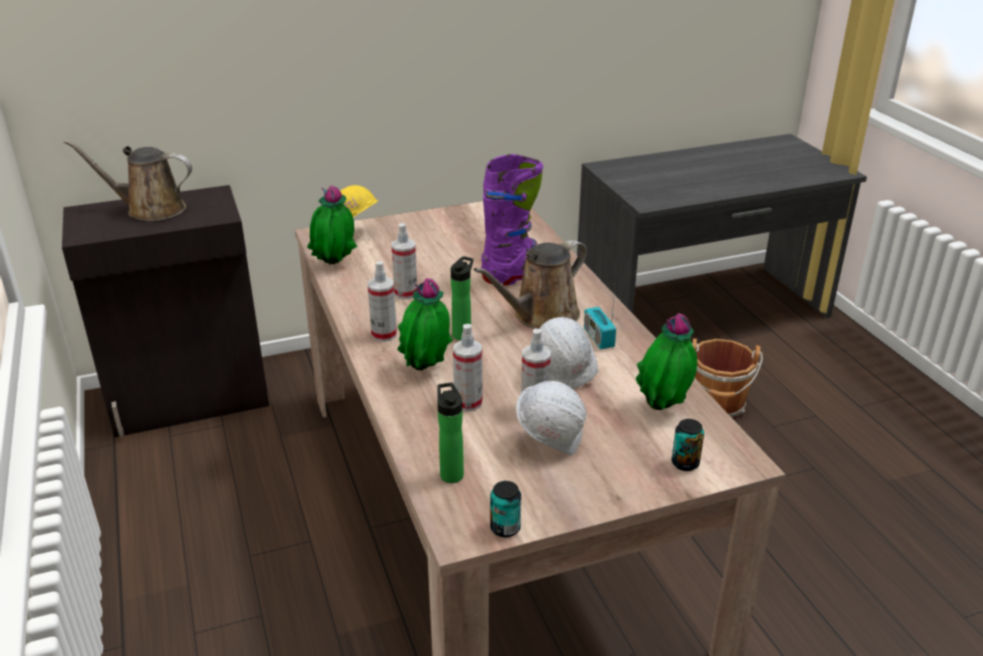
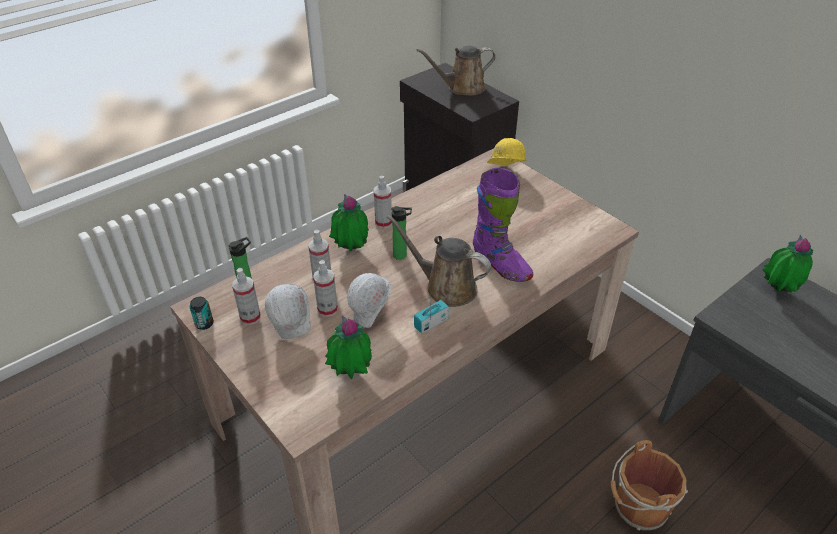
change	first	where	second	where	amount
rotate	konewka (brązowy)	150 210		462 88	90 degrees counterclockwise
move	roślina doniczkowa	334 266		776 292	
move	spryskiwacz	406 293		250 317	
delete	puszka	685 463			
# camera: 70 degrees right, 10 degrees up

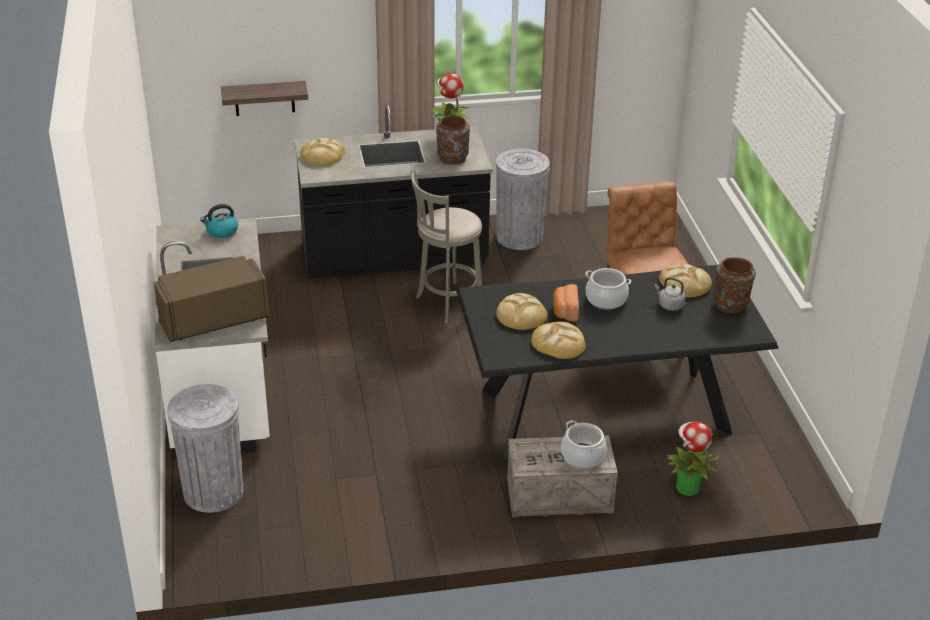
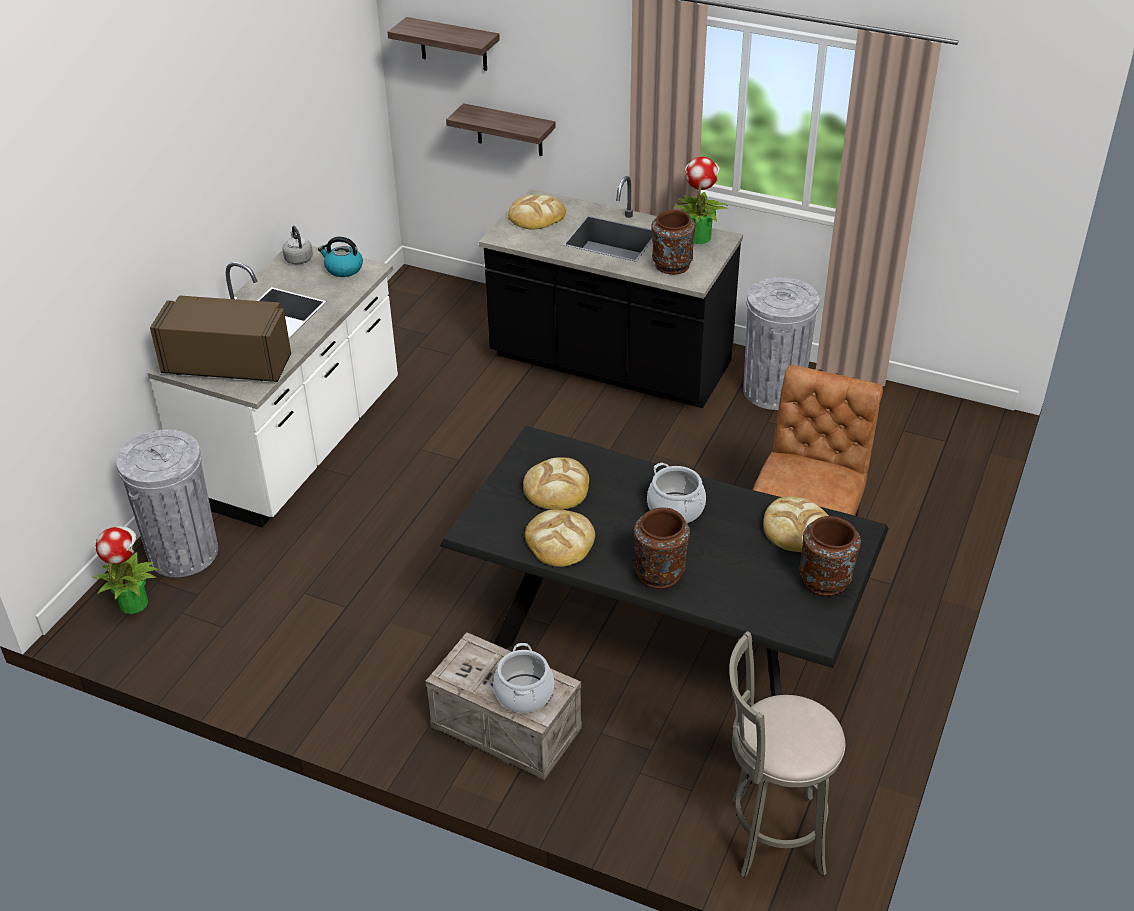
change	first	where	second	where	amount
move	stołek (szary)	447 304		770 835	
delete	chleb	565 311			
move	czajnik (szary)	669 305		298 258	
move	roślina doniczkowa	687 487		133 602	
insert			półka	453 44	
insert			wazon (brązowy)	660 573	
# camera: 35 degrees right, 5 degrees up

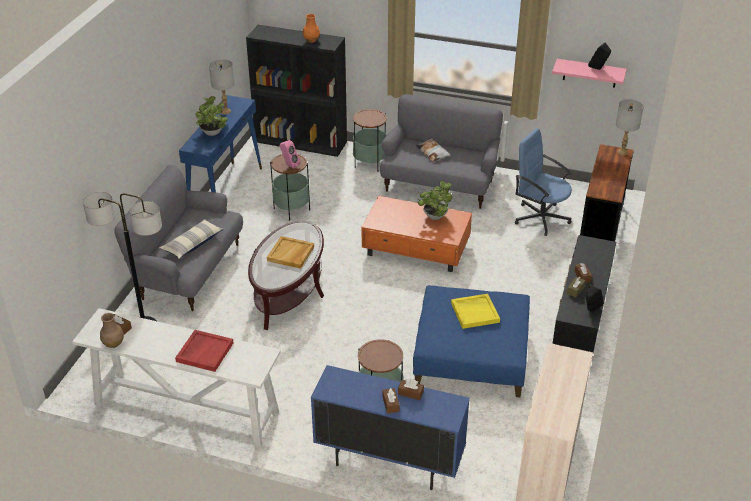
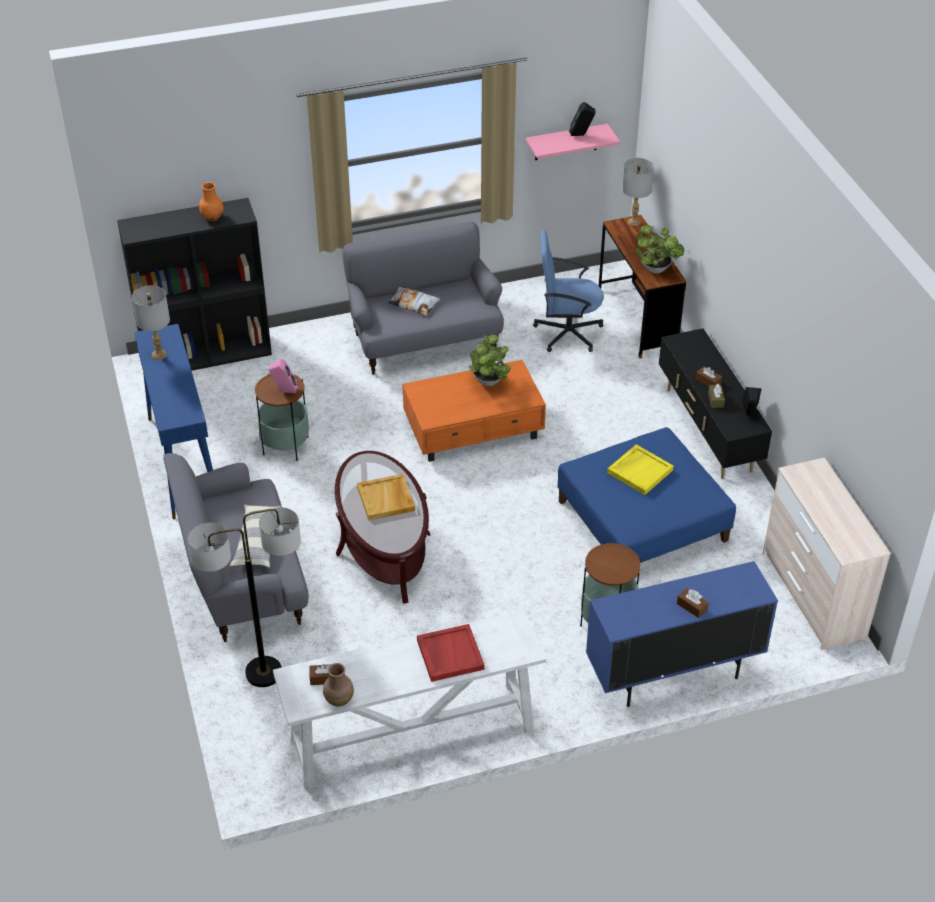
change	first	where	second	where	amount
move	roślina doniczkowa	212 133		657 270	
delete	stolik	370 163			
delete	pudełko chusteczek (brązowy)	410 393			
# camera: 35 degrees left, 5 degrees up

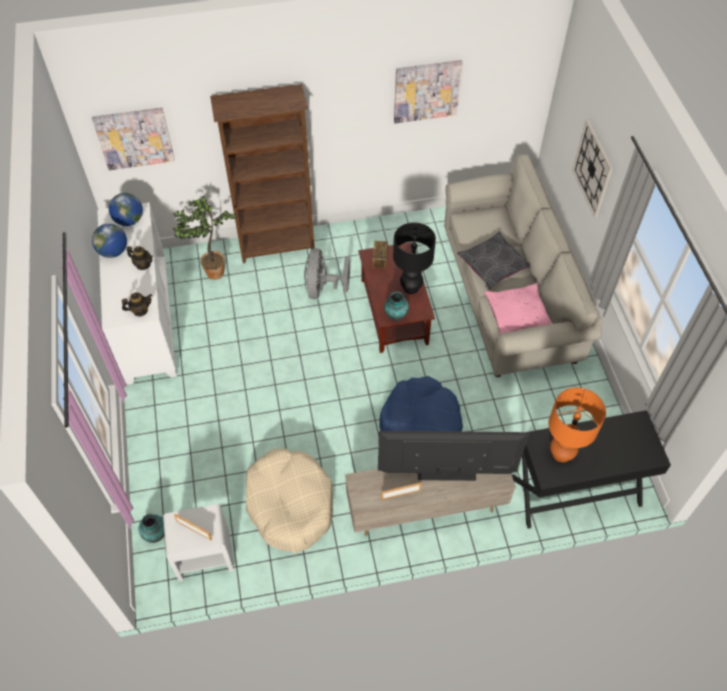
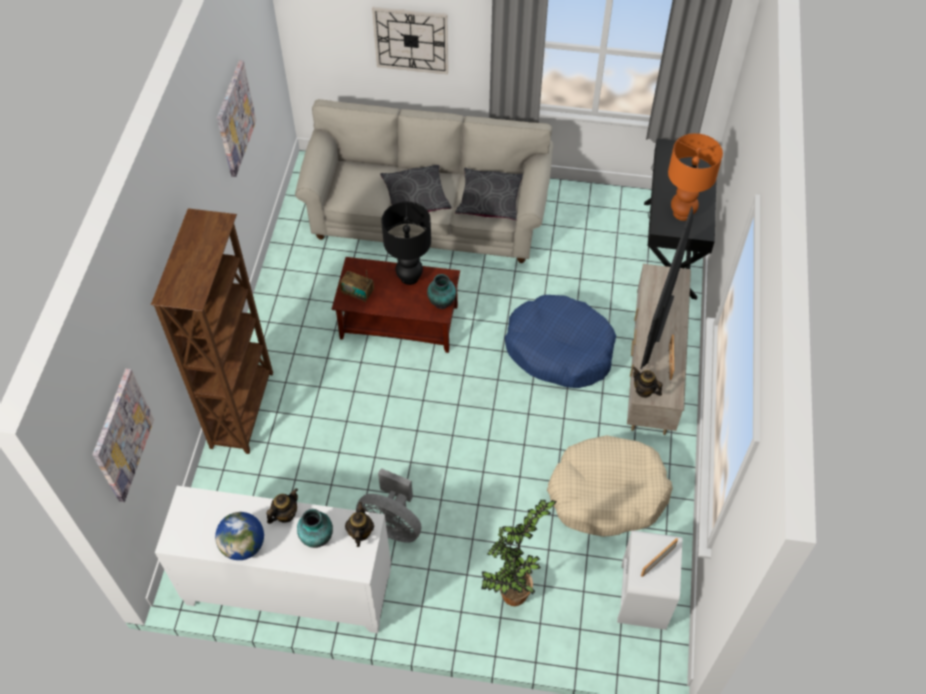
change	first	where	second	where	amount
delete	globus	129 220			
move	wazon	156 534		316 537	
move	roślina doniczkowa	212 273		513 598	
move	wentylator (szary)	322 288		392 524	
recolor	poduszka (różowy)	517 314	poduszka (szary)	490 200	
insert			imbryk	644 390	
# camera: 70 degrees left, 0 degrees up

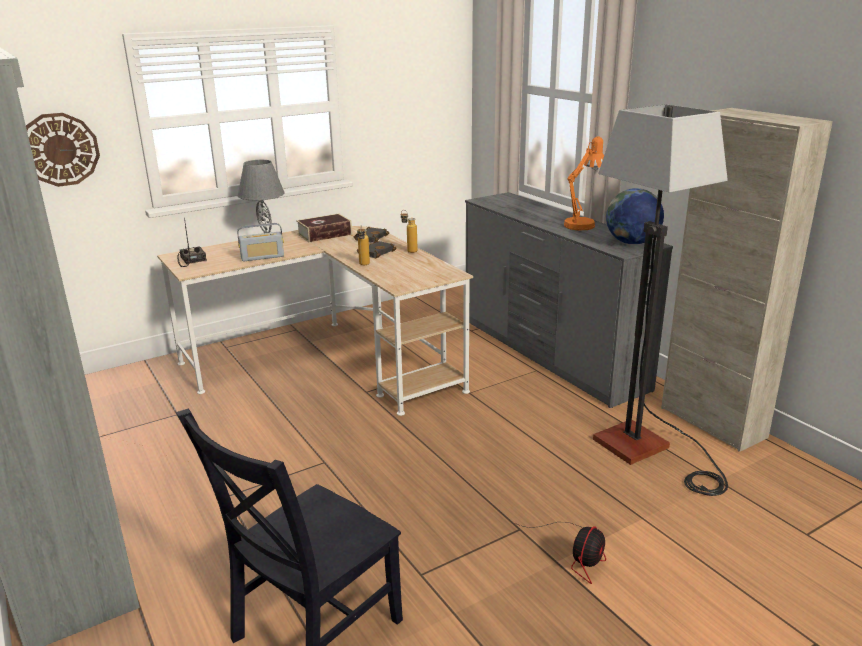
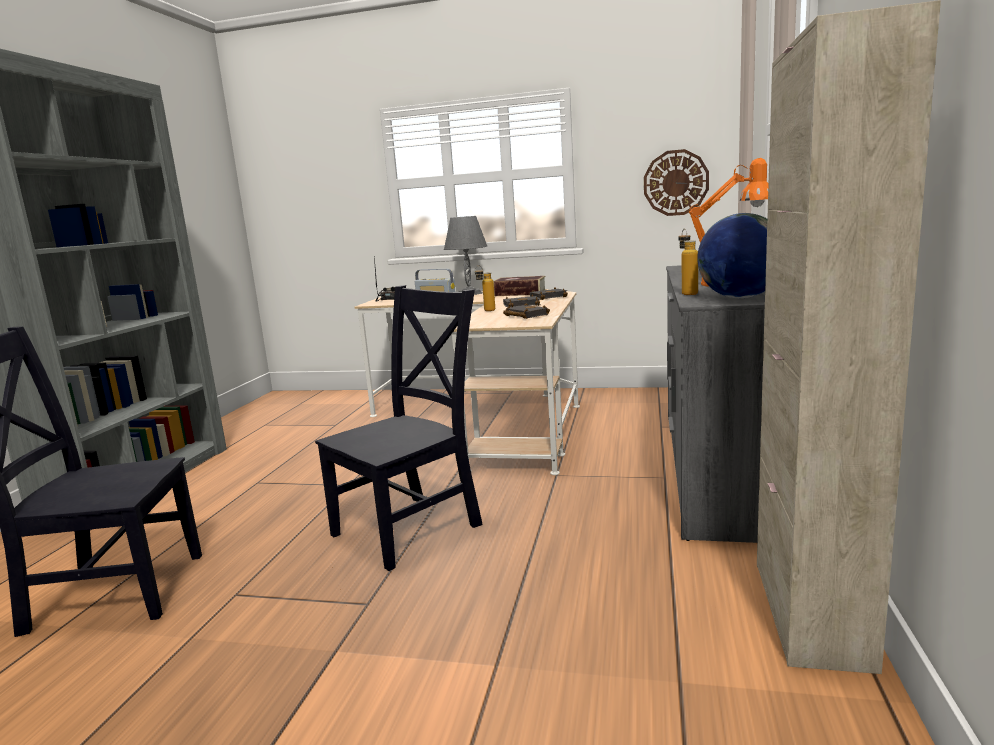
change	first	where	second	where	amount
move	zegar ścienny	59 149		675 183	
move	butelka	409 250		687 293	
delete	wentylator	578 554			
delete	lampa stojąca	649 451			
insert			krzesło (czarny)	412 527	
insert			książka (czarny)	524 315	
# camera: 45 degrees right, 10 degrees down

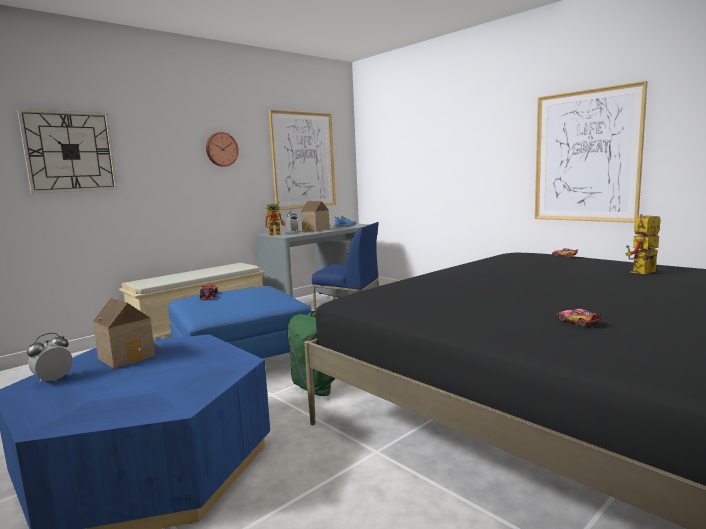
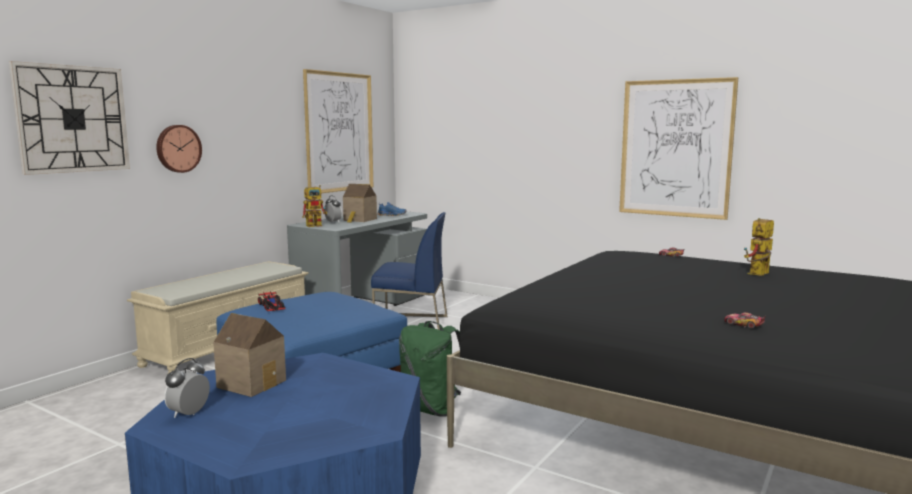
change	first	where	second	where	amount
move	zegar ścienny	221 149		178 148	
# camera: 15 degrees left, 0 degrees up

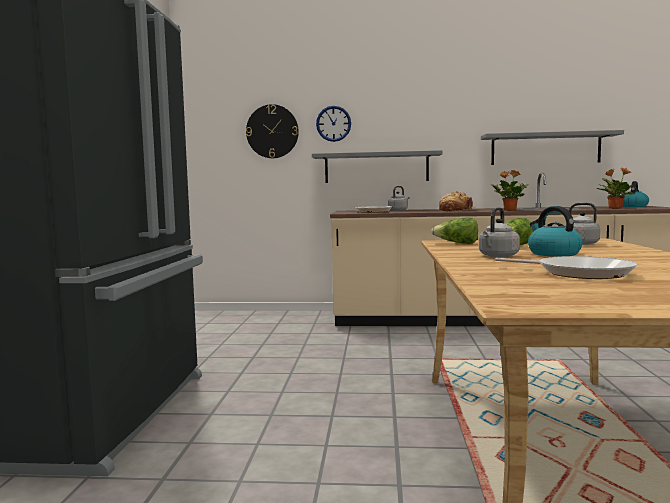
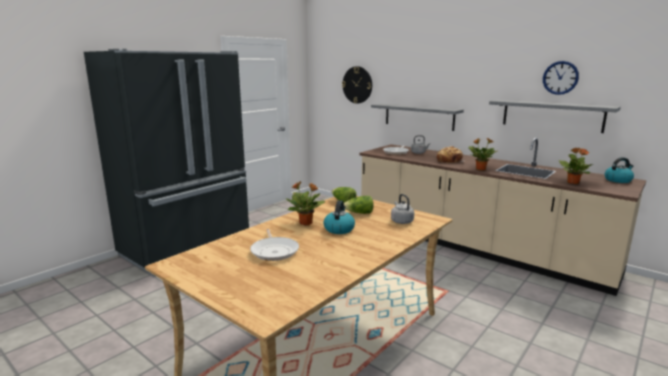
change	first	where	second	where	amount
move	zegar ścienny	333 123		560 77	
replace	czajnik (szary)	497 256	roślina doniczkowa	306 223	
# camera: 35 degrees right, 10 degrees up

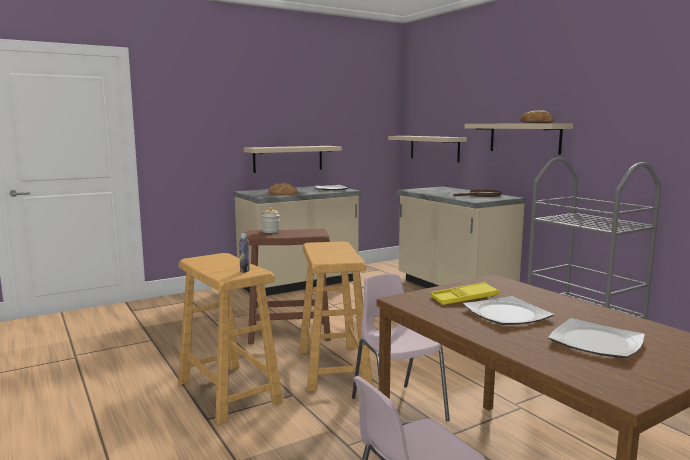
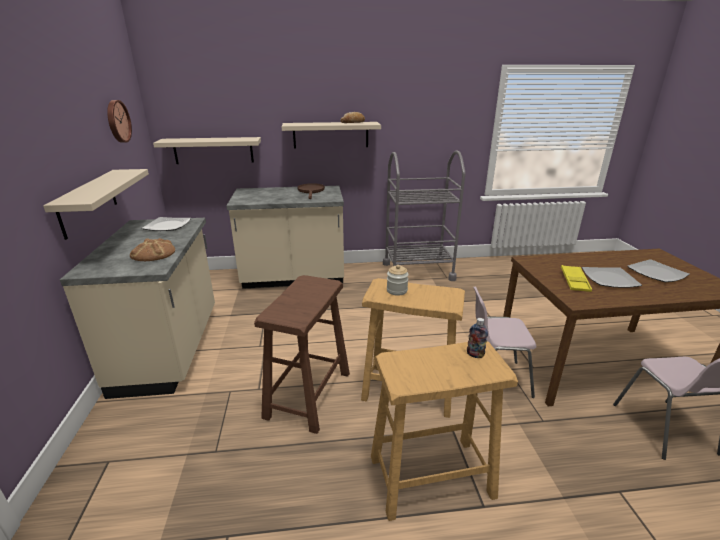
change	first	where	second	where	amount
move	słoik	271 231		397 290	
insert			zegar ścienny	117 121	
# camera: 65 degrees left, 15 degrees up

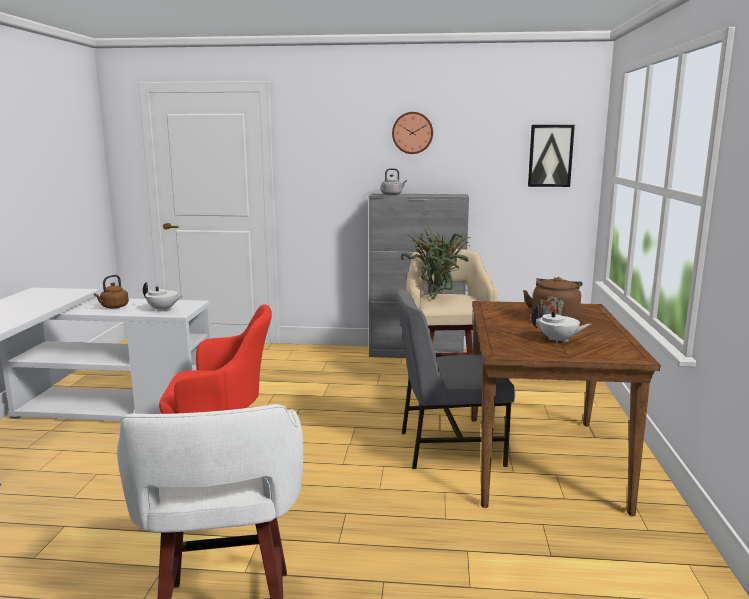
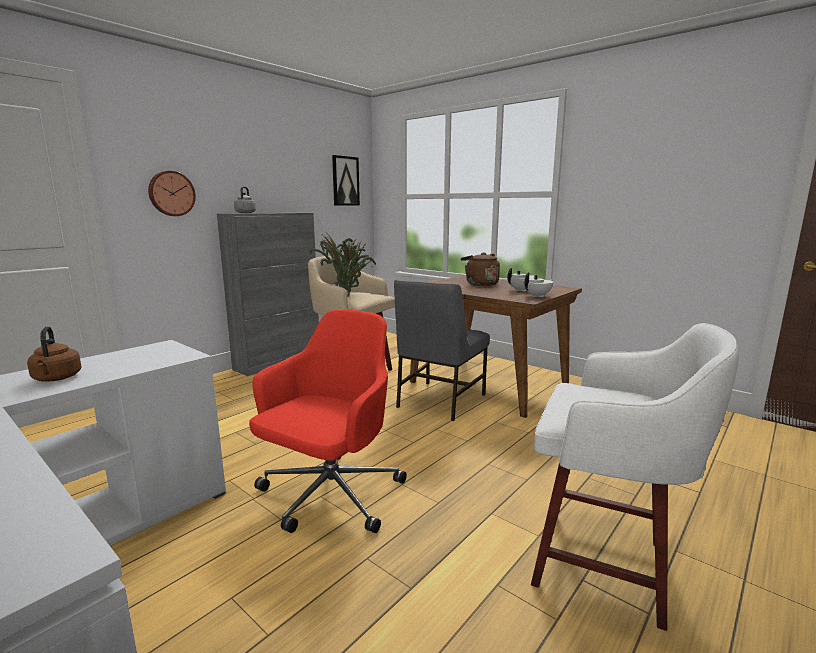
change	first	where	second	where	amount
move	imbryk (biały)	163 310		537 296	
move	zegar ścienny	412 133		171 193	
# camera: 55 degrees left, 0 degrees up

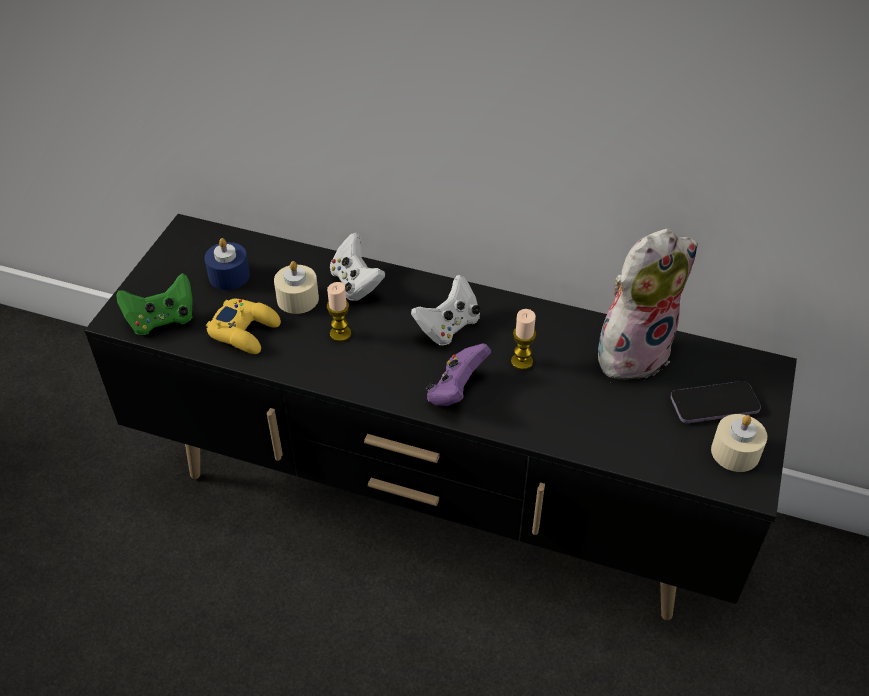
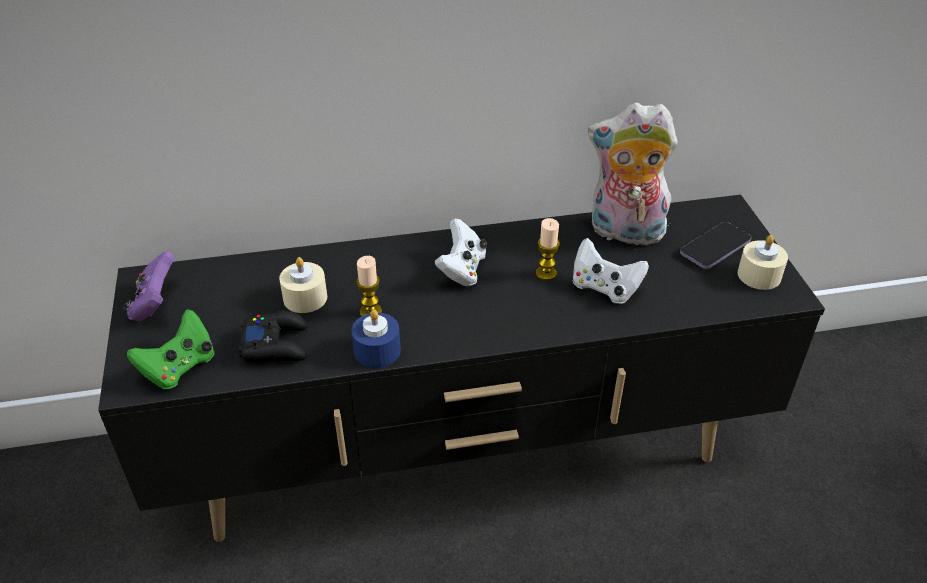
change	first	where	second	where	amount
move	świeca (niebieski)	229 276		377 350	
recolor	pad do gier (żółty)	245 331	pad do gier (czarny)	276 344	
move	pad do gier (biały)	356 283		604 288	
move	pad do gier (fioletowy)	456 390		155 304	
rotate	pluszak	632 351		624 233	105 degrees counterclockwise
# camera: 30 degrees left, 5 degrees down

